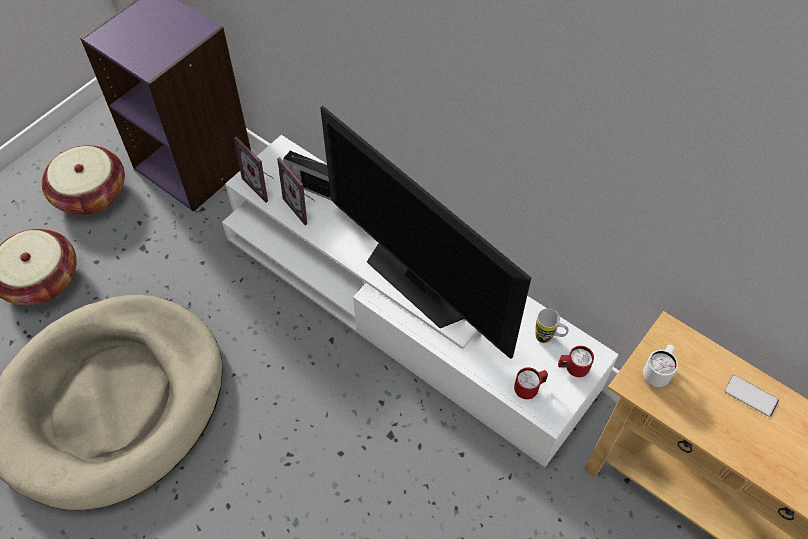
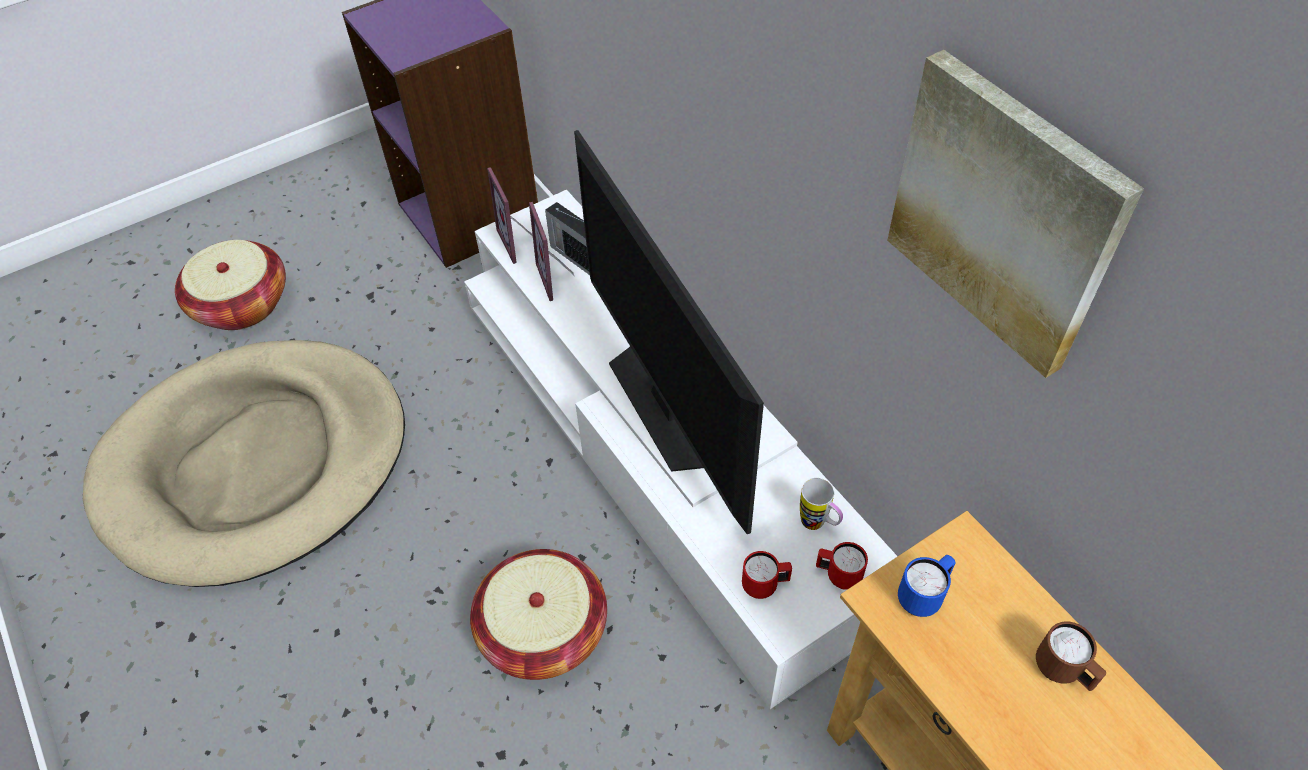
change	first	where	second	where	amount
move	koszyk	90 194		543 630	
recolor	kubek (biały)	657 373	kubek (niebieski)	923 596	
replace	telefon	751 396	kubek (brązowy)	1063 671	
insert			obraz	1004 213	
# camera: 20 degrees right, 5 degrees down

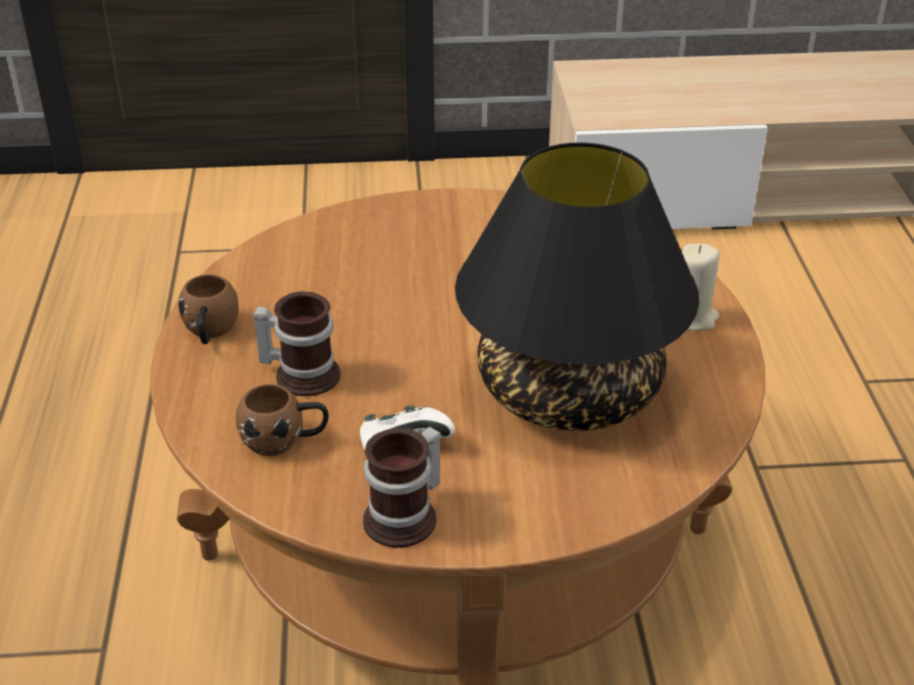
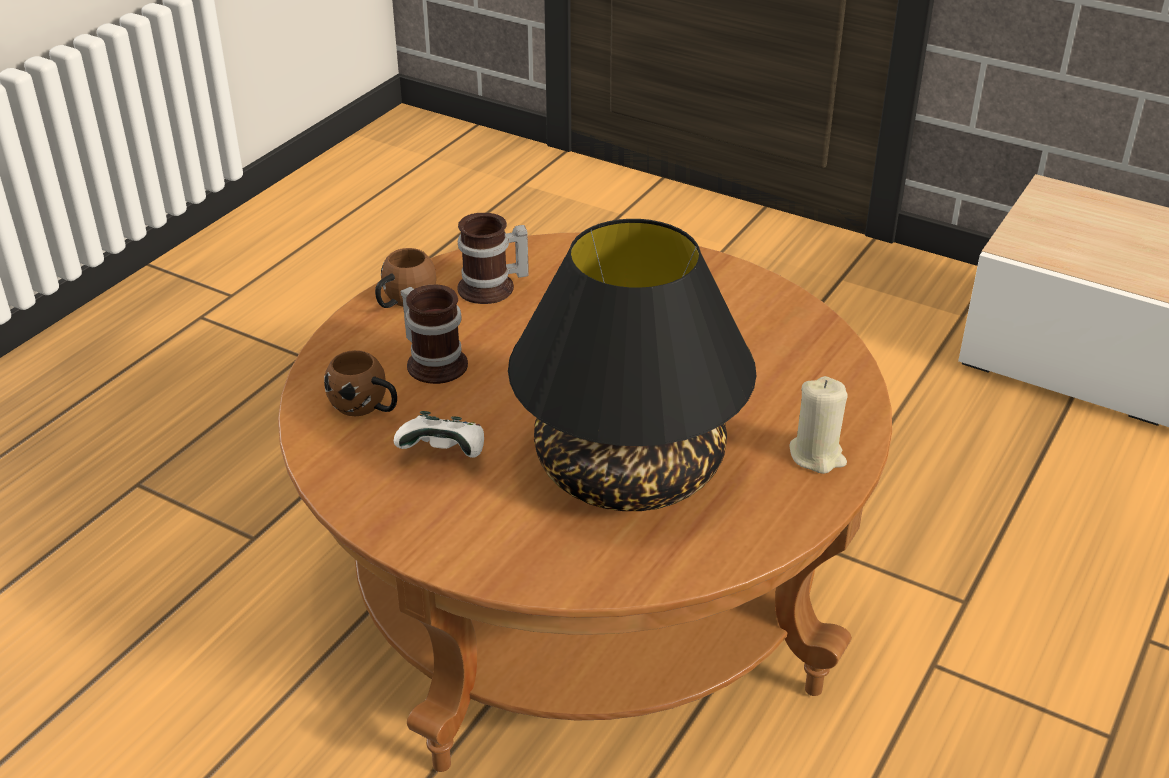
change	first	where	second	where	amount
move	kubek	407 517		492 289	
# camera: 35 degrees right, 0 degrees up

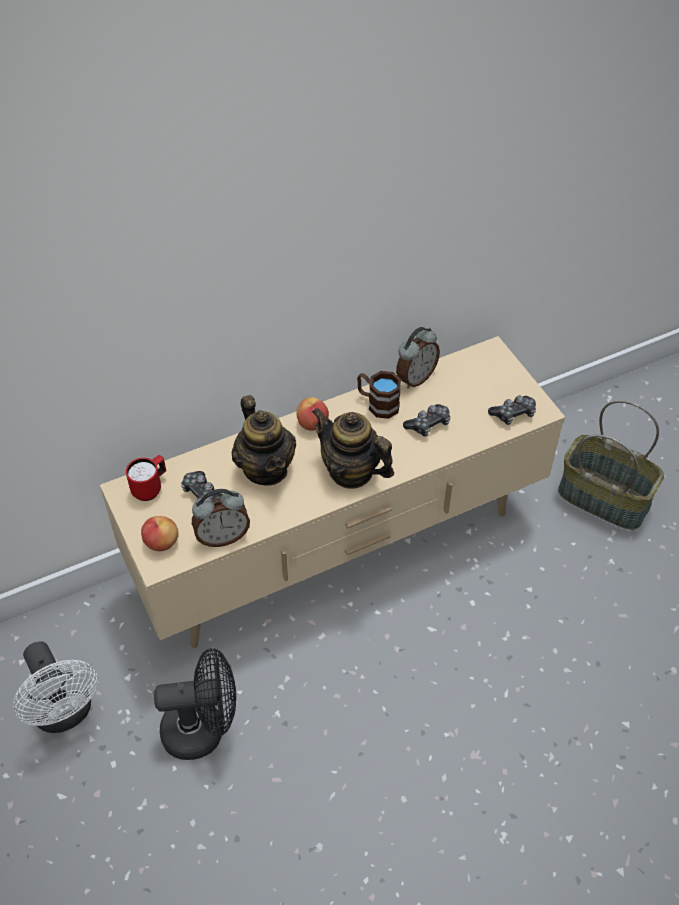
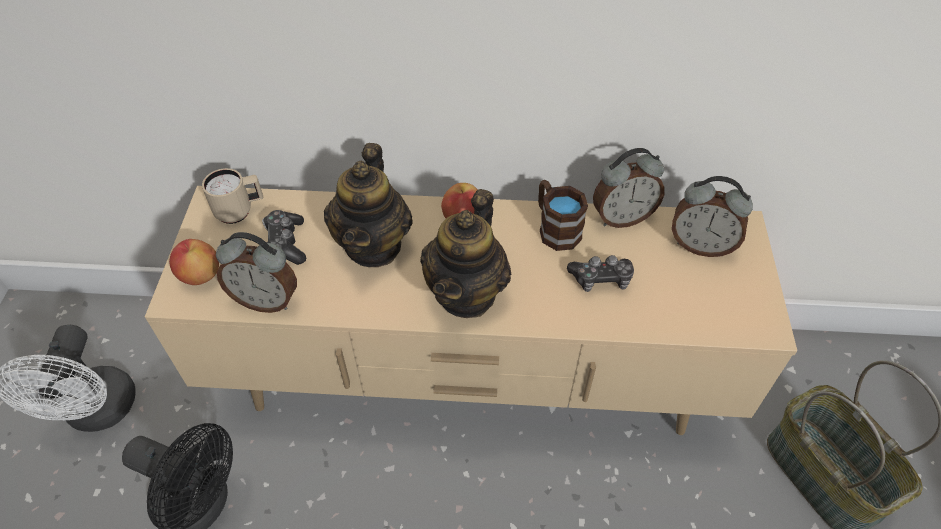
change	first	where	second	where	amount
recolor	kubek (czerwony)	150 488	kubek (beżowy)	240 211	
rotate	imbryk	351 471		467 293	135 degrees counterclockwise
delete	pad do gier	513 414			
insert			budzik	701 245	
# camera: 30 degrees right, 0 degrees up

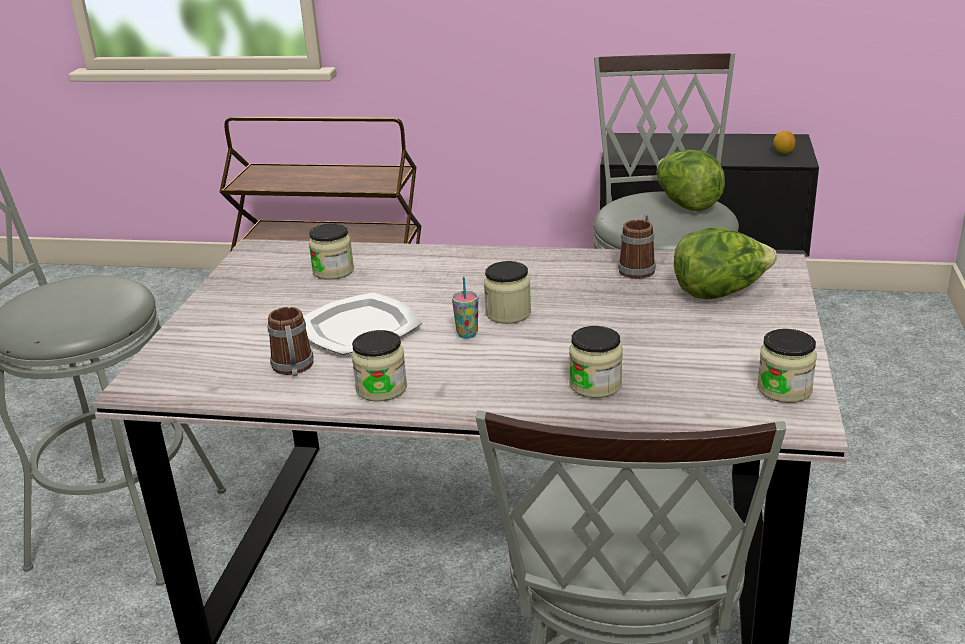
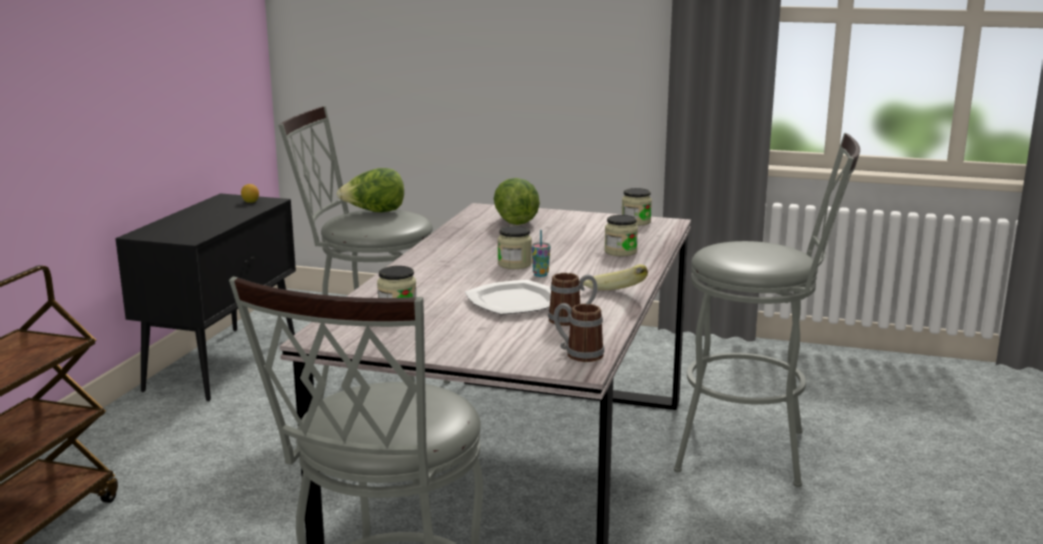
change	first	where	second	where	amount
replace	słoik	381 388	banan	609 296	
move	kubek	638 268		578 354	
# camera: 85 degrees left, 10 degrees down

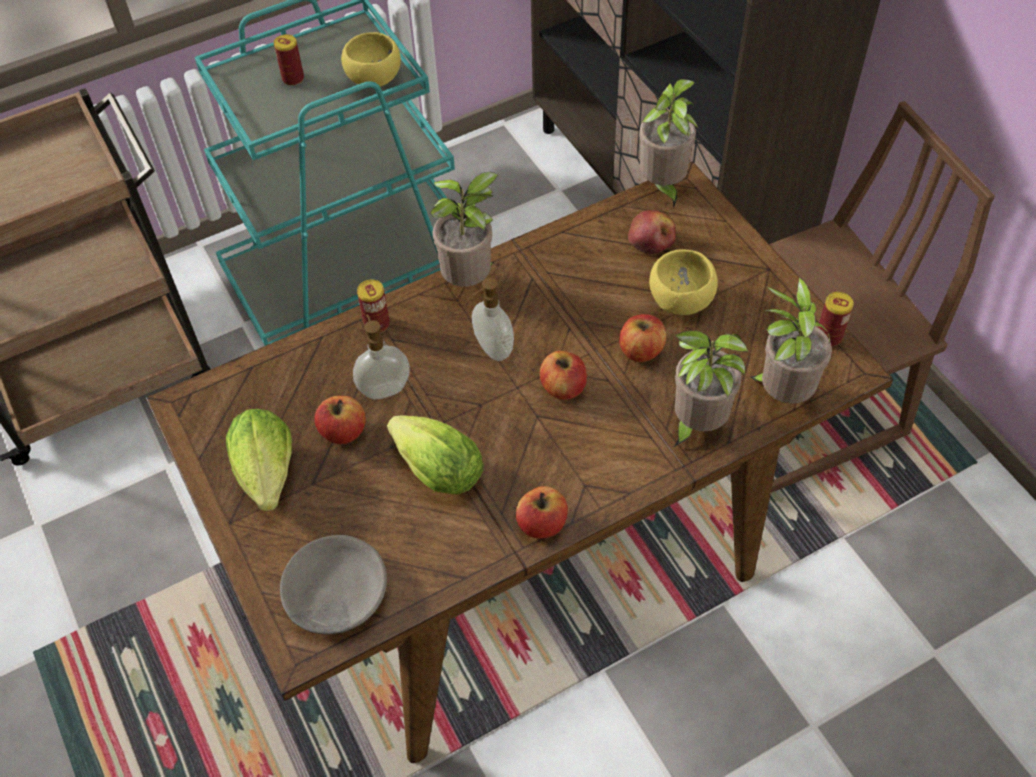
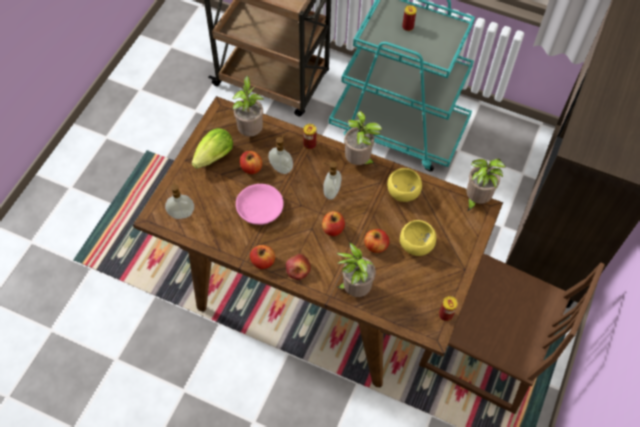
change	first	where	second	where	amount
replace	miska (szary)	335 595	dozownik mydła	181 213	
move	miska (żółty)	374 79		402 193	
replace	sałata	434 467	miska (różowy)	259 208	
move	jabłko	651 239		298 269	
move	roślina doniczkowa	781 392		251 131	
# camera: 50 degrees right, 5 degrees up

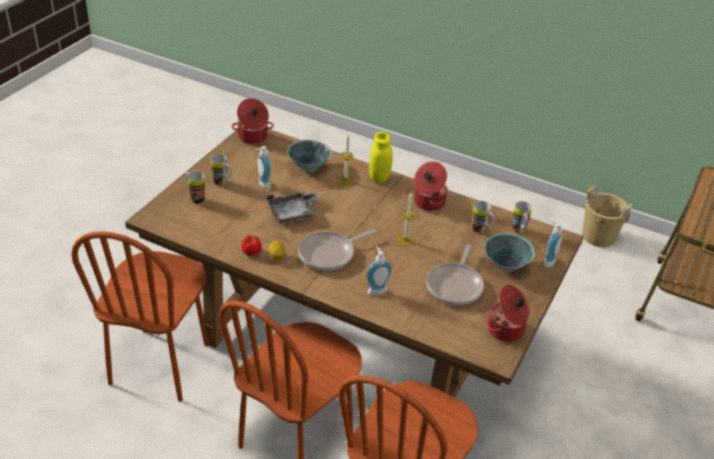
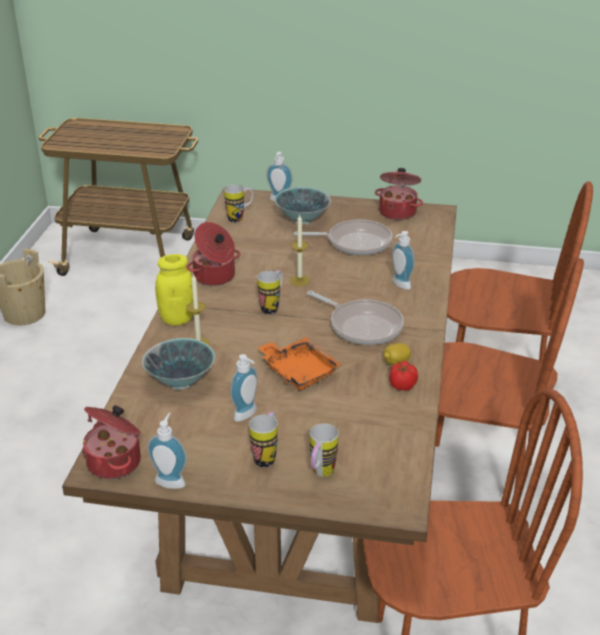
change	first	where	second	where	amount
recolor	taca (szary)	293 213	taca (pomarańczowy)	299 371	
move	kubek	481 231		272 307	
insert			dozownik mydła	171 480	
# camera: 105 degrees left, 5 degrees down

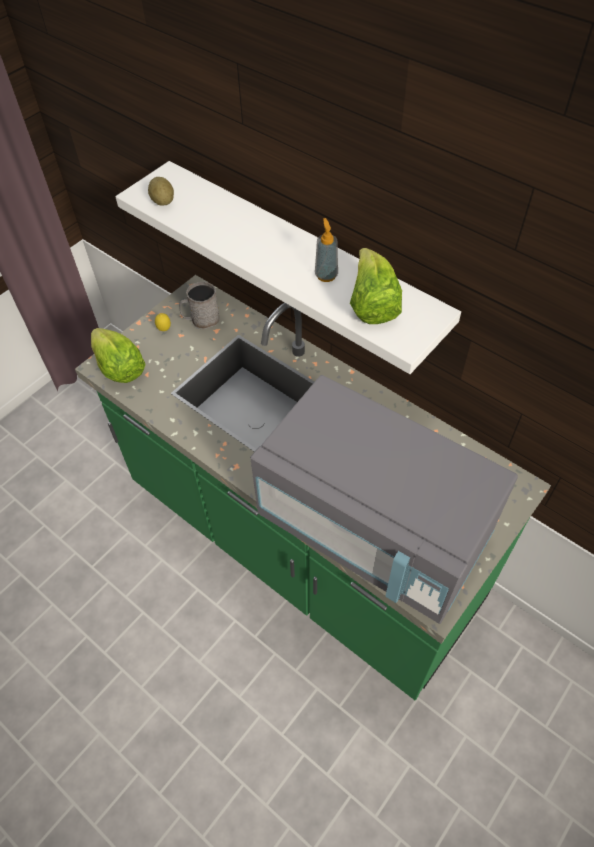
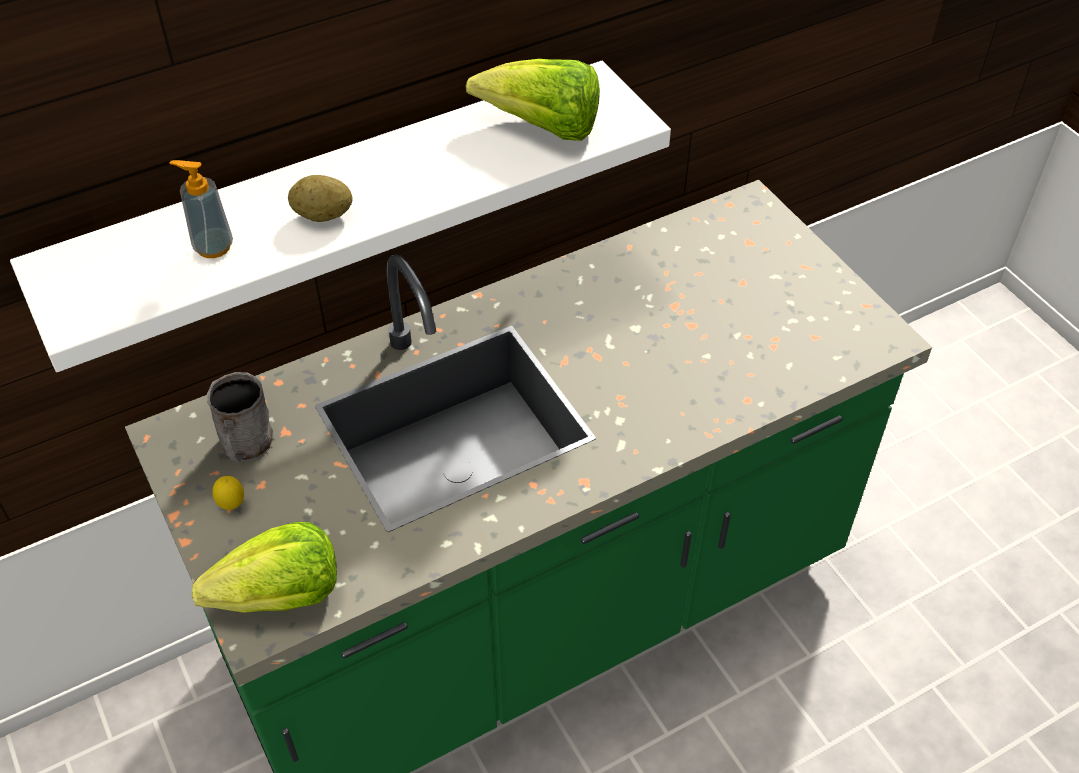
change	first	where	second	where	amount
move	ziemniak	163 201		323 215	
delete	mikrofalówka (szary)	373 528			
move	dozownik mydła	326 275		213 247	
# camera: 70 degrees left, 5 degrees down

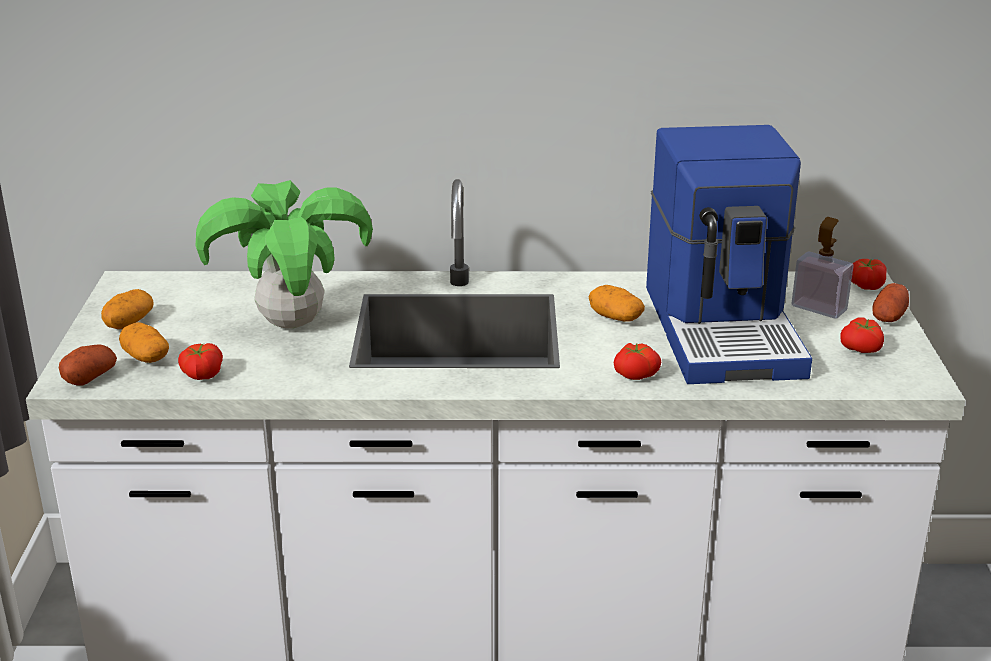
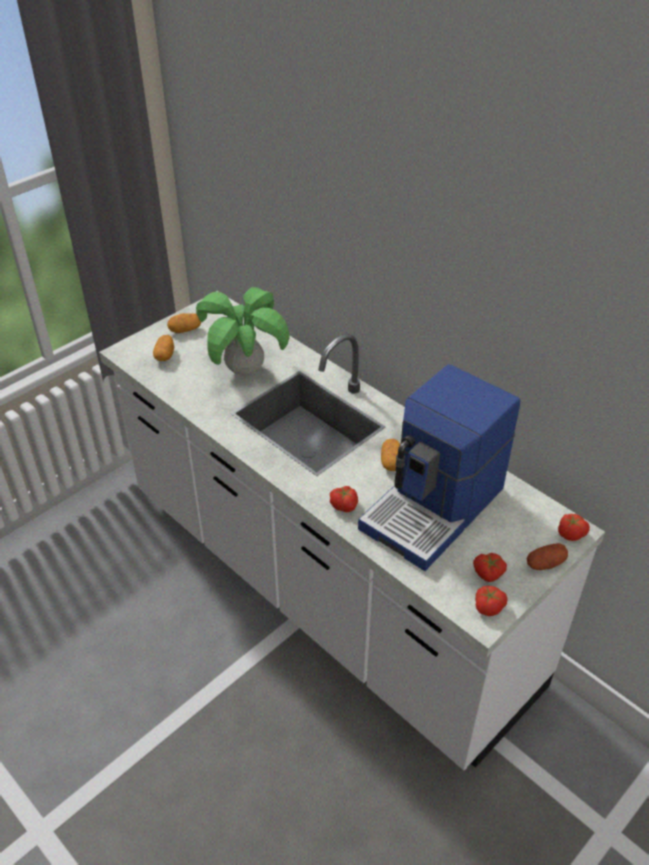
change	first	where	second	where	amount
delete	ziemniak	90 377			
move	pomidor	201 374		488 606	
delete	dozownik mydła	819 308			
# camera: 45 degrees right, 15 degrees up

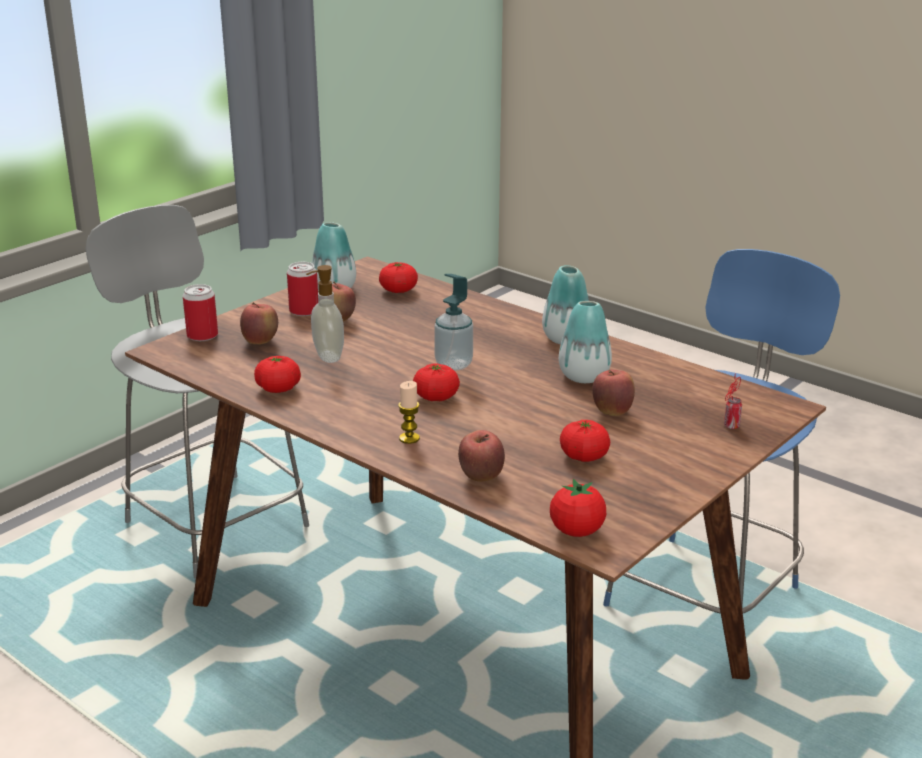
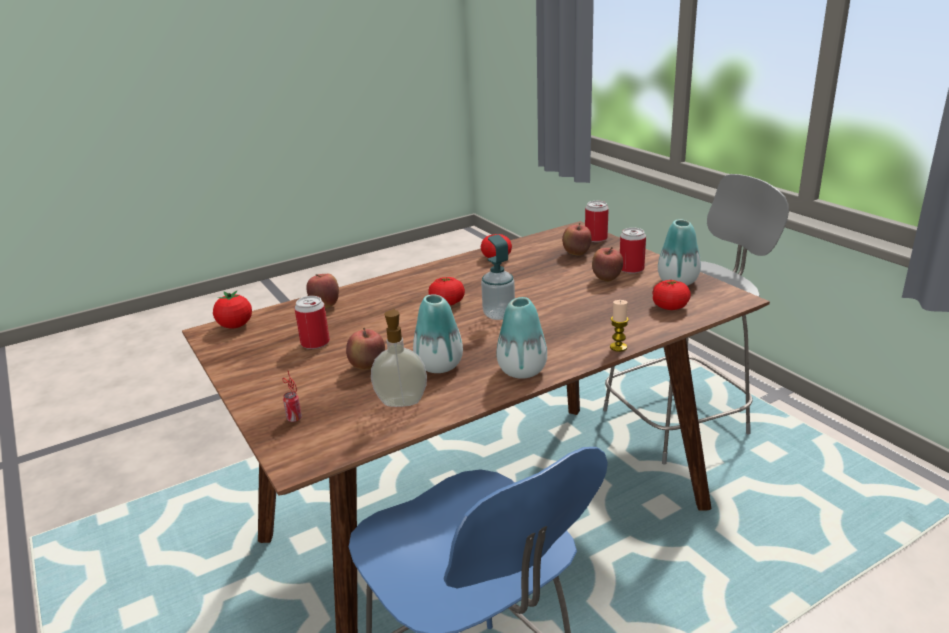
change	first	where	second	where	amount
move	dozownik mydła	327 357		401 401	
move	świeca	409 438		618 347	
replace	pomidor	584 456	puszka	315 343	
# camera: 110 degrees right, 0 degrees up

